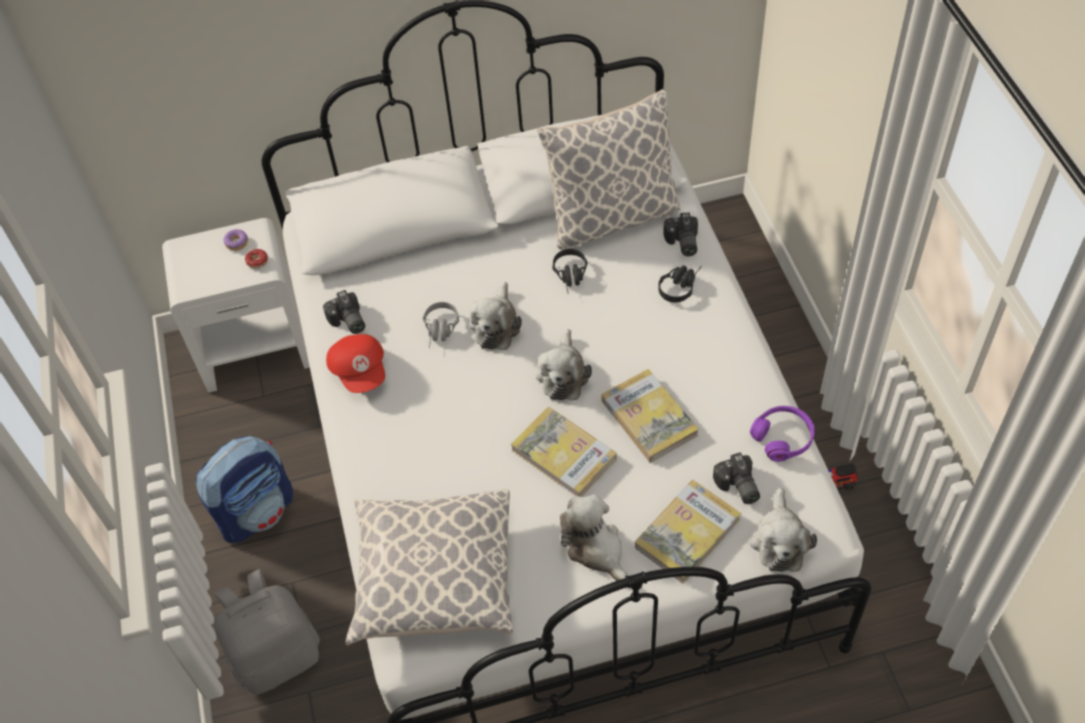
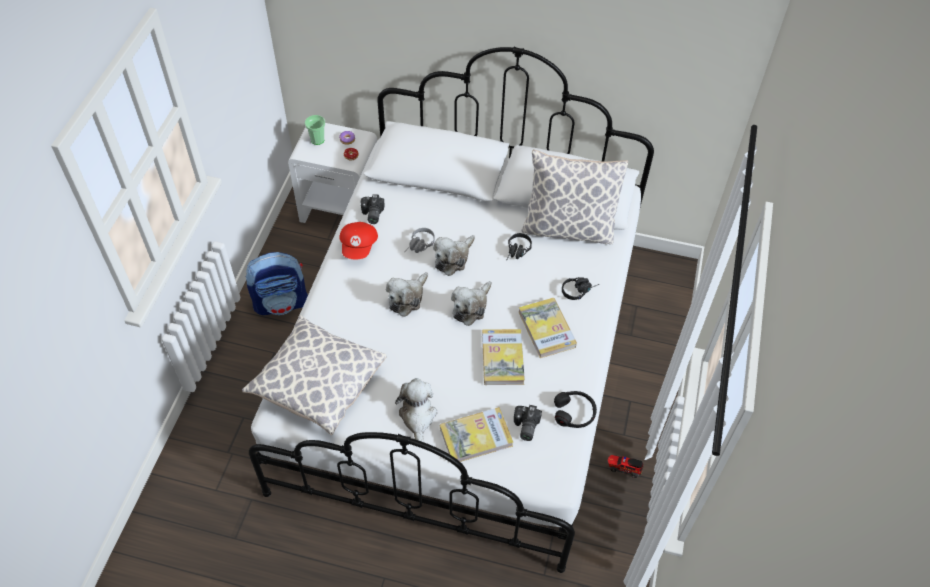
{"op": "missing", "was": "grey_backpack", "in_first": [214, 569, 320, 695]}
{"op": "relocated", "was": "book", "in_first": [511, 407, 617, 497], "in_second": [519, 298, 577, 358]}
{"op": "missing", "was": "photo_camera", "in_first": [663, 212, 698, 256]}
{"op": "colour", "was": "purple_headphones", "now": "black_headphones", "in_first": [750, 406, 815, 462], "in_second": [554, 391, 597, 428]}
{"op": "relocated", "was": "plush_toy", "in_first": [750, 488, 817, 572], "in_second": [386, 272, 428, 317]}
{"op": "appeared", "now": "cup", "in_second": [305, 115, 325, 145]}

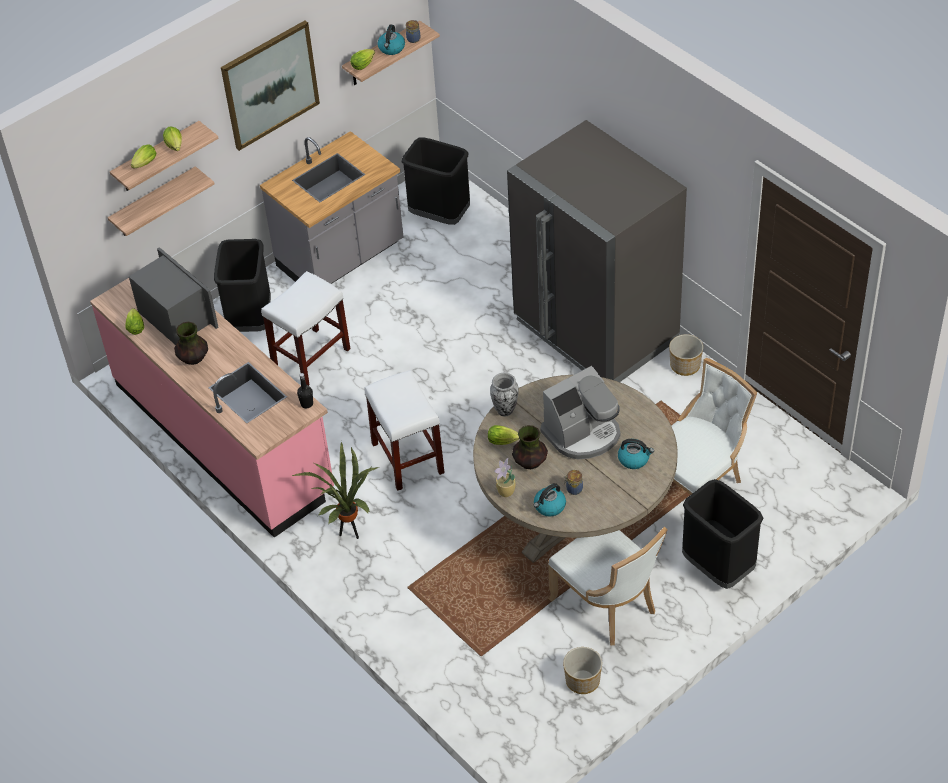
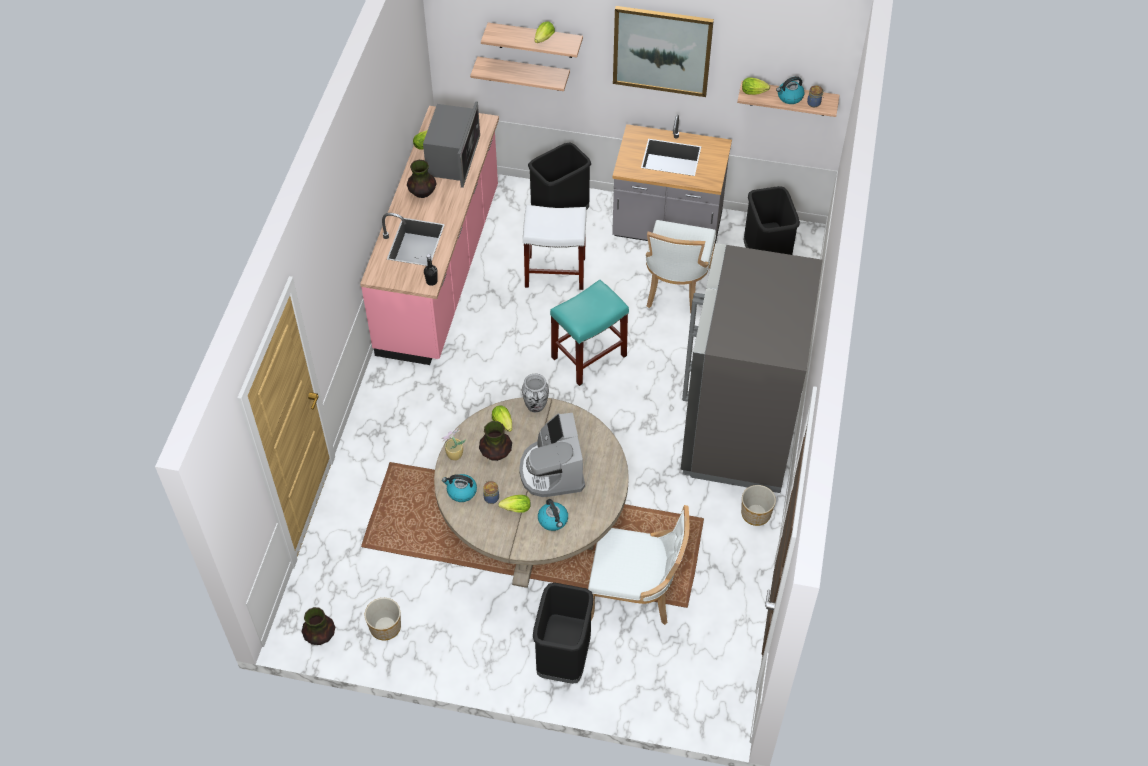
{"op": "relocated", "was": "lettuce", "in_first": [131, 144, 156, 169], "in_second": [498, 495, 531, 513]}
{"op": "missing", "was": "potted_plant", "in_first": [292, 441, 379, 539]}
{"op": "missing", "was": "white_stool", "in_first": [364, 370, 445, 491]}
{"op": "spun", "was": "coffee_machine", "in_first": [540, 366, 621, 459], "in_second": [519, 413, 585, 497], "clockwise": 60}
{"op": "relocated", "was": "white_chair", "in_first": [548, 526, 668, 645], "in_second": [646, 220, 716, 313]}
{"op": "appeared", "now": "vase", "in_second": [302, 607, 335, 645]}
{"op": "appeared", "now": "turquoise_stool", "in_second": [550, 280, 629, 386]}

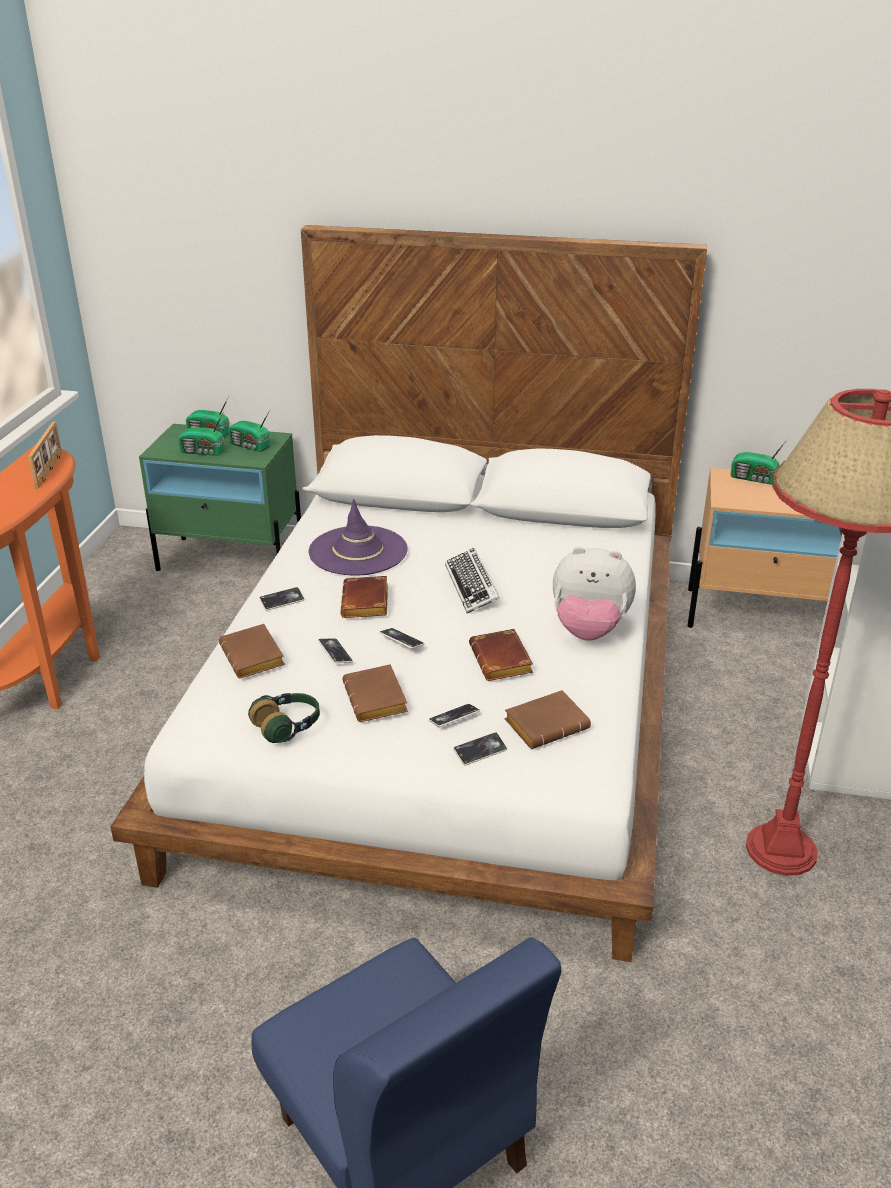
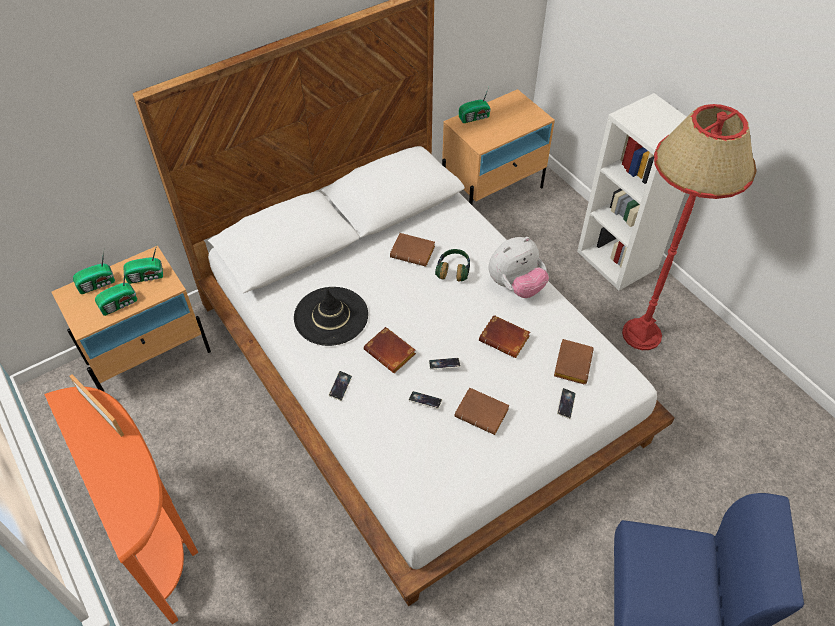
{"op": "colour", "was": "green_nightstand", "now": "beige_nightstand", "in_first": [139, 424, 301, 571], "in_second": [52, 246, 211, 392]}
{"op": "relocated", "was": "brown_book", "in_first": [219, 624, 285, 679], "in_second": [390, 233, 435, 267]}
{"op": "relocated", "was": "headphones", "in_first": [248, 693, 320, 743], "in_second": [435, 249, 470, 282]}
{"op": "colour", "was": "purple_hat", "now": "black_hat", "in_first": [309, 499, 408, 576], "in_second": [294, 287, 368, 346]}
{"op": "missing", "was": "phone", "in_first": [429, 704, 480, 727]}
{"op": "missing", "was": "keyboard", "in_first": [445, 548, 500, 614]}

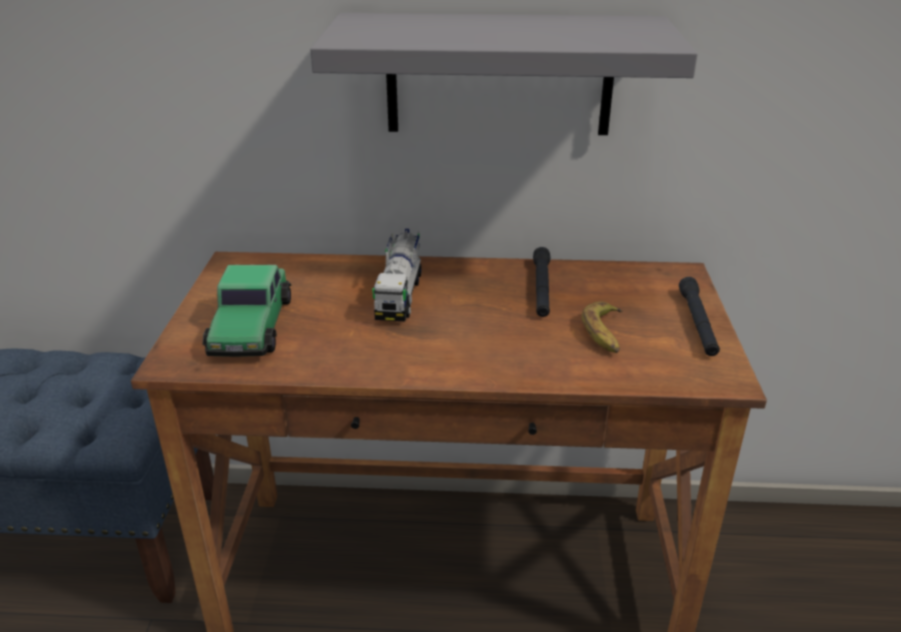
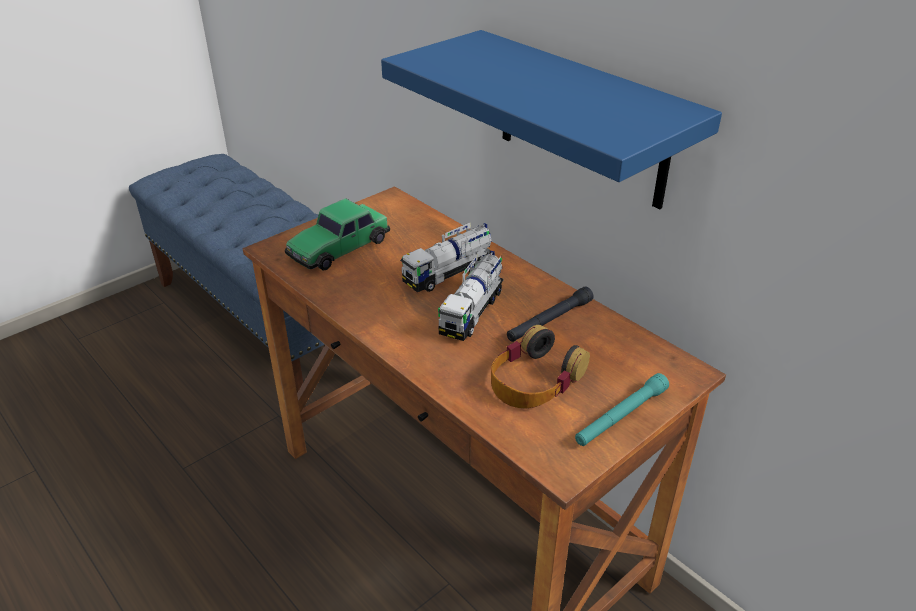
{"op": "colour", "was": "grey_shelf", "now": "blue_shelf", "in_first": [310, 13, 698, 135], "in_second": [381, 30, 722, 209]}
{"op": "exchanged", "was": "banana", "now": "headphones", "in_first": [582, 301, 622, 353], "in_second": [491, 325, 590, 409]}
{"op": "colour", "was": "black_flashlight", "now": "turquoise_flashlight", "in_first": [679, 277, 720, 356], "in_second": [575, 373, 669, 446]}
{"op": "appeared", "now": "toy_truck", "in_second": [438, 251, 504, 341]}

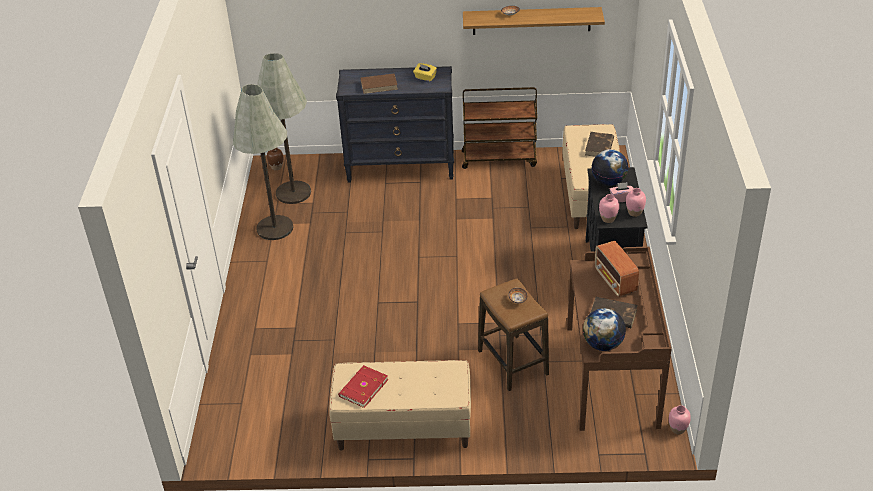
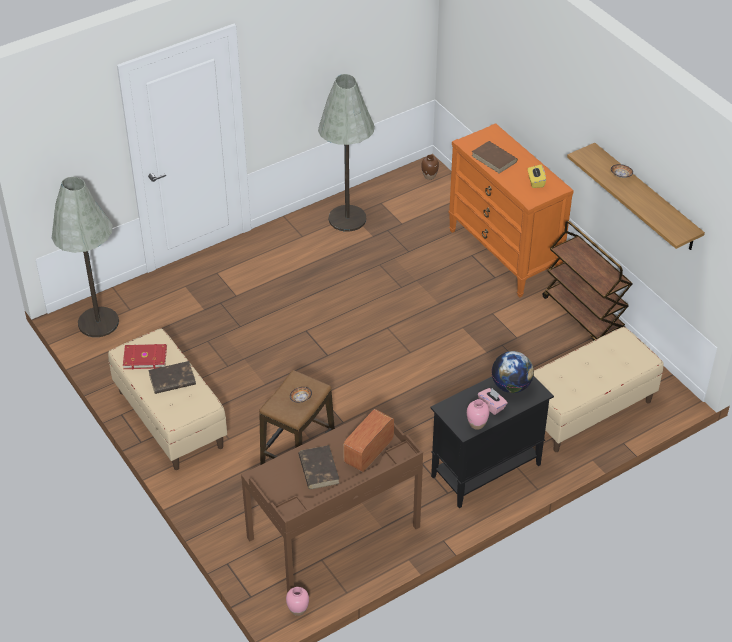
{"op": "relocated", "was": "grey_floor_lamp", "in_first": [257, 53, 311, 204], "in_second": [52, 177, 119, 337]}
{"op": "colour", "was": "black_dresser", "now": "orange_dresser", "in_first": [336, 66, 454, 182], "in_second": [448, 123, 574, 298]}
{"op": "missing", "was": "globe", "in_first": [583, 308, 626, 351]}
{"op": "relocated", "was": "brown_book", "in_first": [585, 132, 614, 157], "in_second": [148, 361, 196, 394]}
{"op": "missing", "was": "pink_vase", "in_first": [599, 194, 619, 223]}

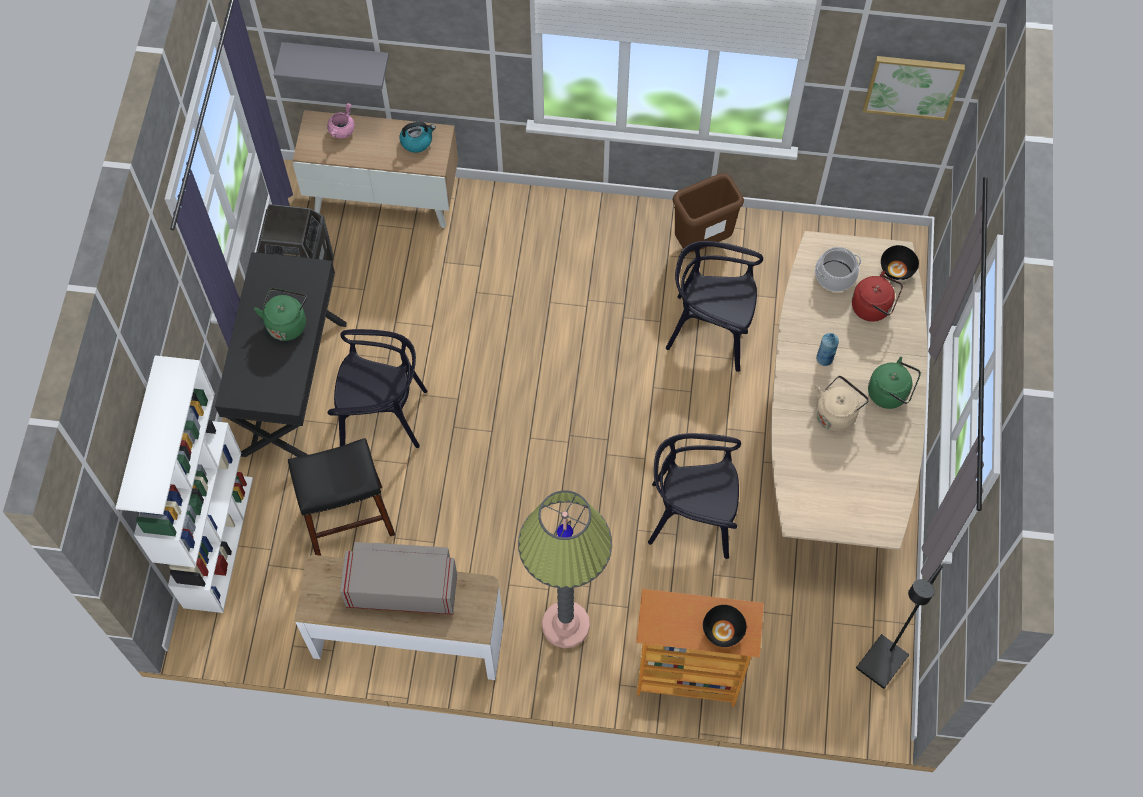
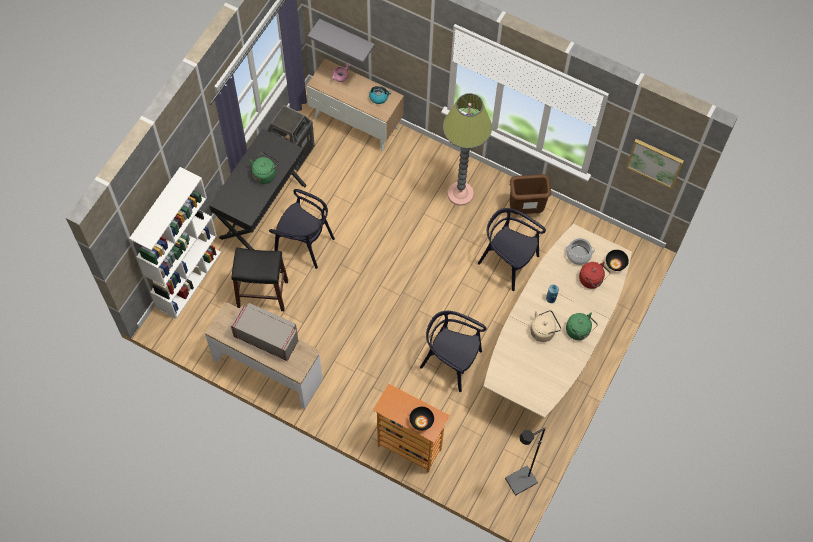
{"op": "relocated", "was": "floor_lamp", "in_first": [518, 490, 612, 648], "in_second": [443, 93, 492, 206]}

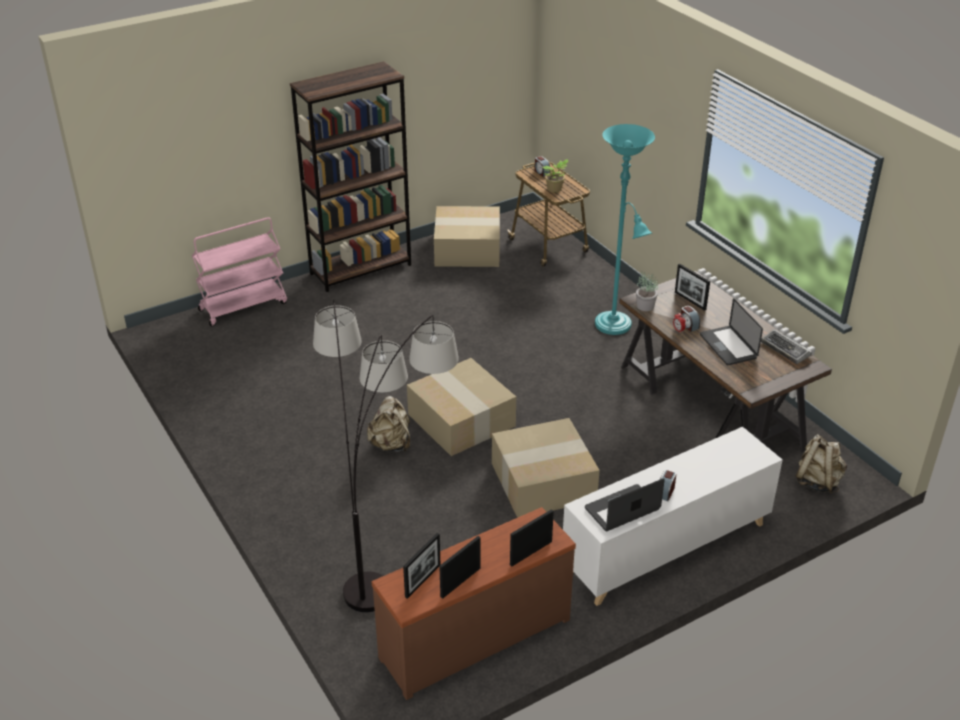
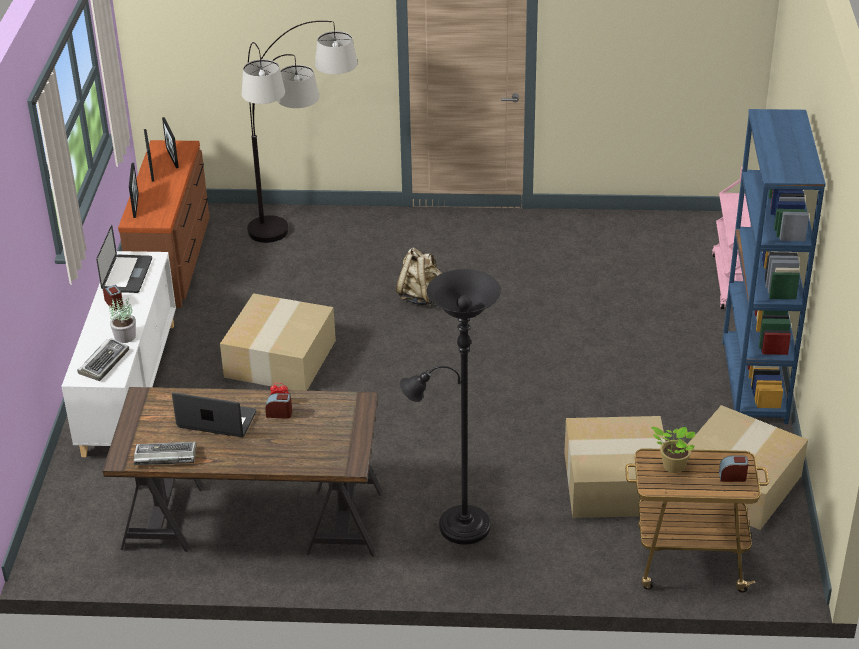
{"op": "colour", "was": "brown_bookcase", "now": "blue_bookcase", "in_first": [290, 61, 411, 292], "in_second": [722, 109, 826, 424]}
{"op": "relocated", "was": "cardboard_box", "in_first": [407, 358, 516, 456], "in_second": [564, 416, 666, 518]}
{"op": "colour", "was": "turquoise_floor_lamp", "now": "black_floor_lamp", "in_first": [595, 124, 655, 335], "in_second": [400, 269, 501, 545]}
{"op": "relocated", "was": "potted_plant", "in_first": [636, 272, 658, 311], "in_second": [109, 296, 136, 343]}
{"op": "missing", "was": "picture_frame", "in_first": [675, 264, 710, 310]}
{"op": "missing", "was": "beige_backpack", "in_first": [796, 434, 847, 494]}
{"op": "appeared", "now": "keyboard", "in_second": [77, 338, 129, 381]}

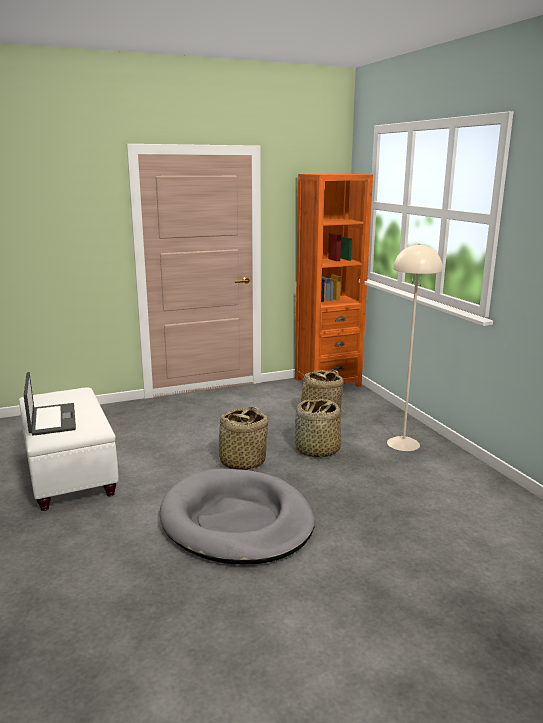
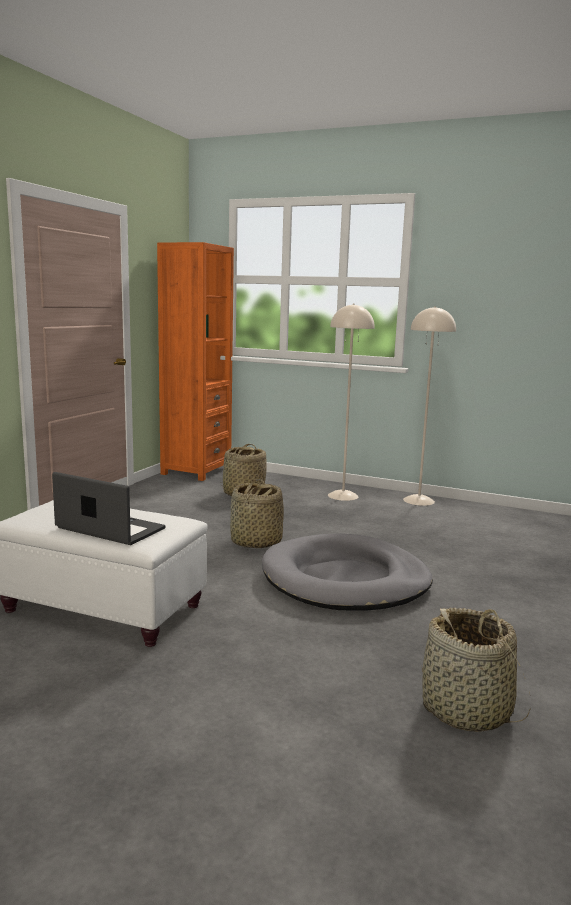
{"op": "relocated", "was": "basket", "in_first": [295, 396, 341, 458], "in_second": [421, 608, 531, 732]}
{"op": "appeared", "now": "beige_floor_lamp", "in_second": [403, 306, 456, 506]}

